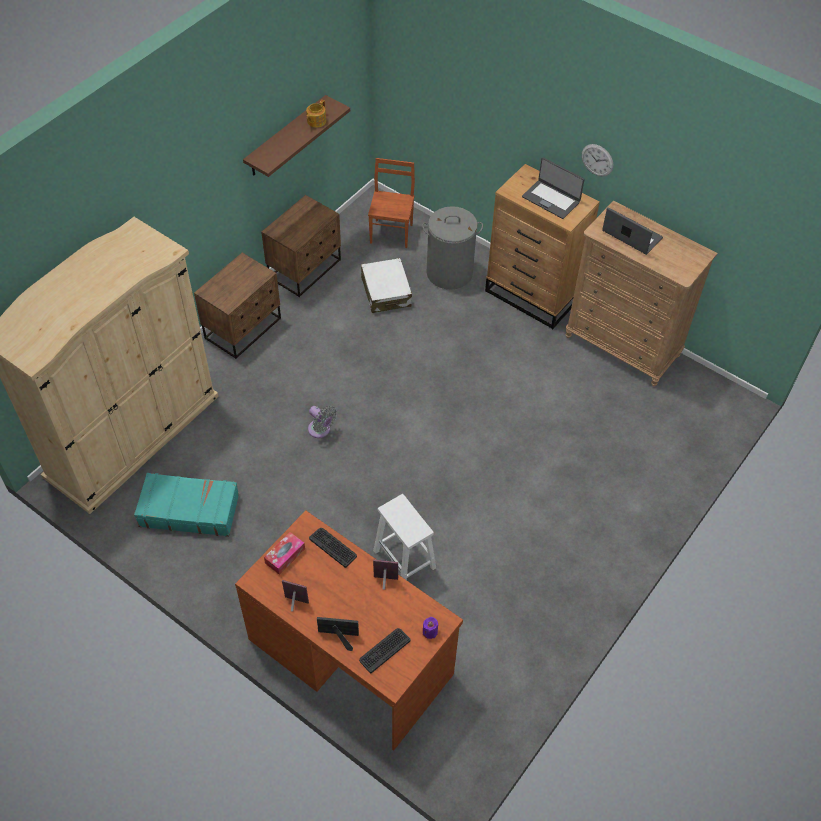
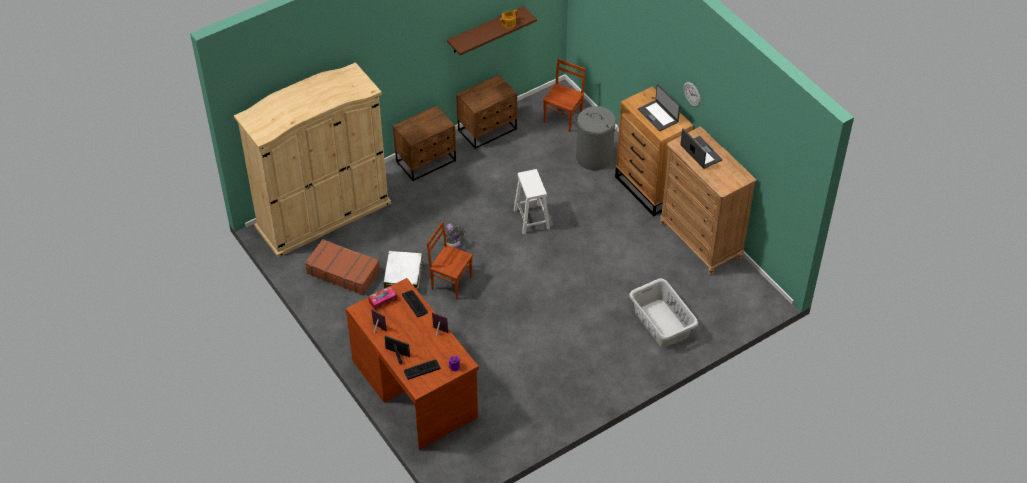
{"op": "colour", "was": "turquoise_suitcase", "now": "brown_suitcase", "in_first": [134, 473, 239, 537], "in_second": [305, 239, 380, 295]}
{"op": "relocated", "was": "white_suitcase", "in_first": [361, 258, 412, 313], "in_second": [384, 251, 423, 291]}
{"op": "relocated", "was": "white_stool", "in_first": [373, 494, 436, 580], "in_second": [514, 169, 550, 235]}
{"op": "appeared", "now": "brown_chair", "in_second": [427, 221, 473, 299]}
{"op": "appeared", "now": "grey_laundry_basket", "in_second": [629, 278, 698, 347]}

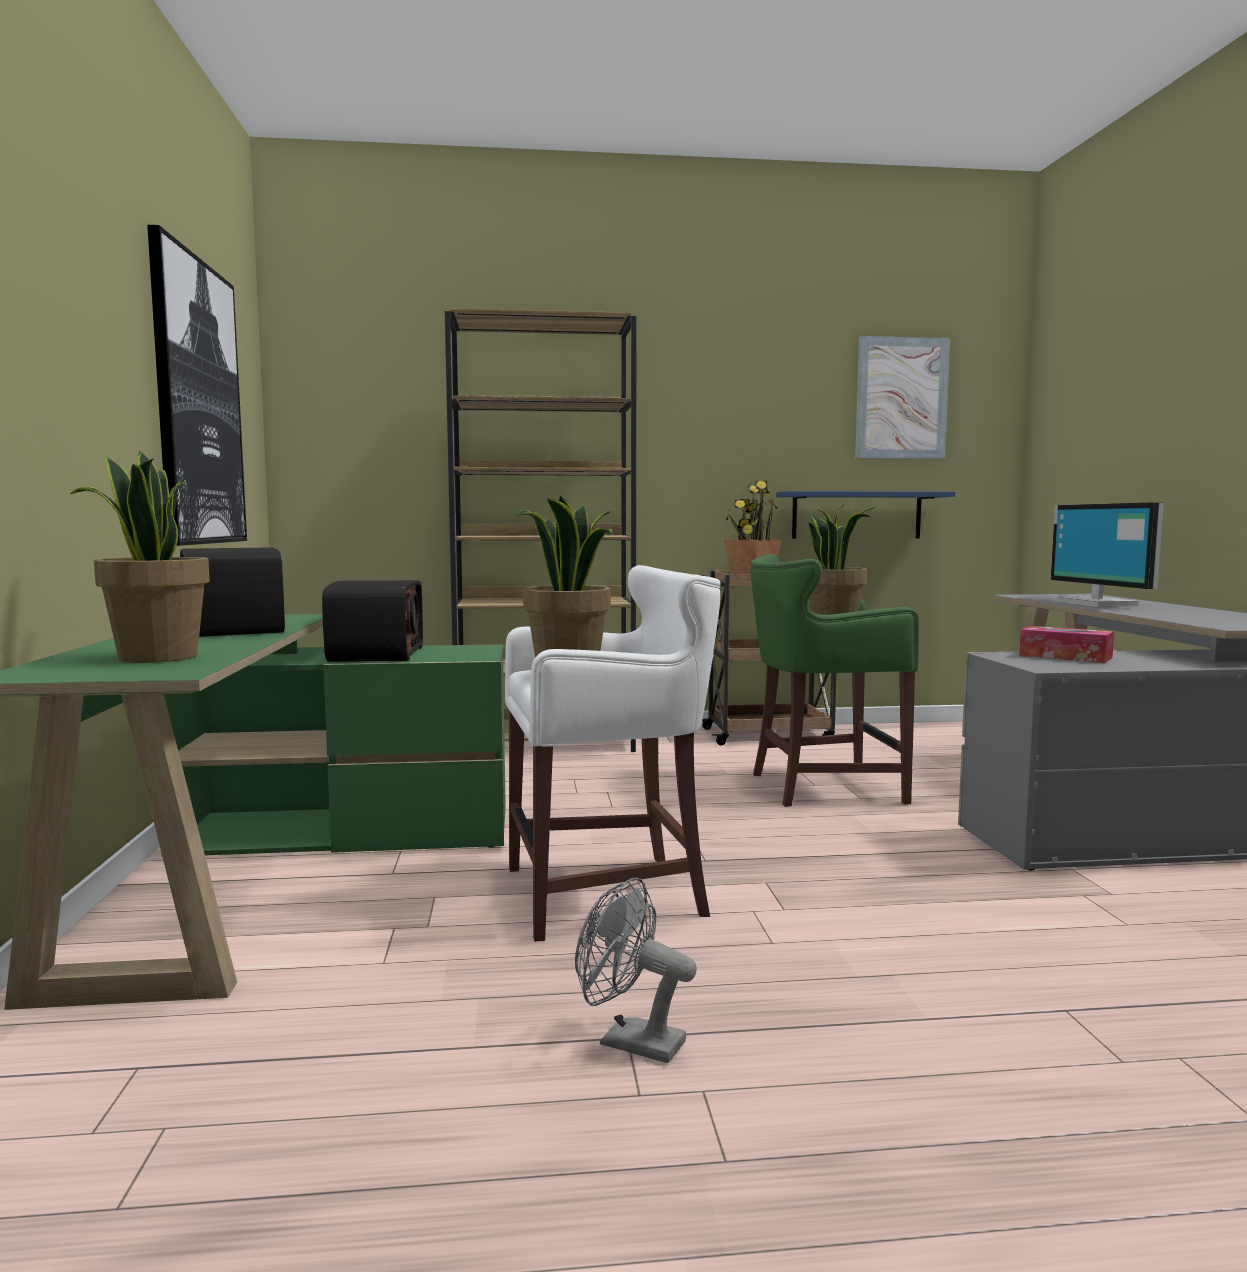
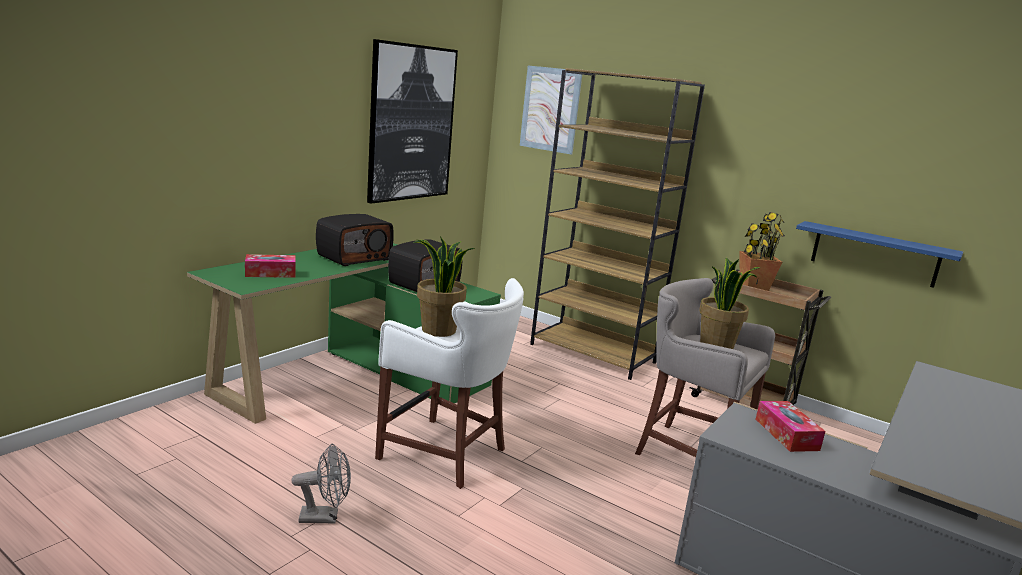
{"op": "exchanged", "was": "potted_plant", "now": "tissue_box", "in_first": [70, 451, 210, 663], "in_second": [245, 254, 296, 278]}
{"op": "spun", "was": "radio", "in_first": [180, 547, 285, 637], "in_second": [316, 214, 393, 266], "clockwise": -150}
{"op": "spun", "was": "grey_fan", "in_first": [575, 877, 697, 1063], "in_second": [291, 444, 351, 524], "clockwise": 105}
{"op": "colour", "was": "green_stool", "now": "grey_stool", "in_first": [750, 554, 919, 807], "in_second": [635, 278, 775, 457]}
{"op": "relocated", "was": "picture", "in_first": [855, 336, 950, 459], "in_second": [520, 65, 582, 155]}
{"op": "missing", "was": "monitor", "in_first": [1051, 502, 1164, 607]}

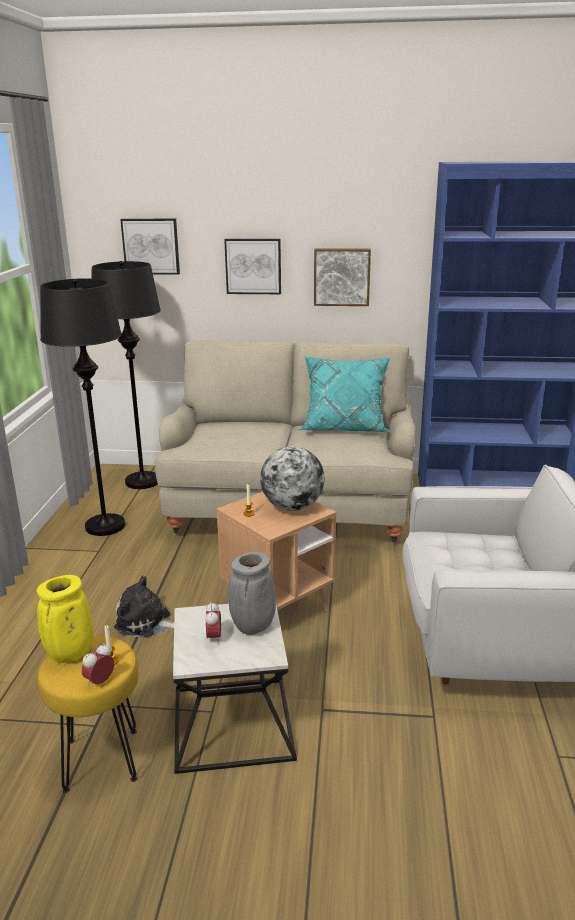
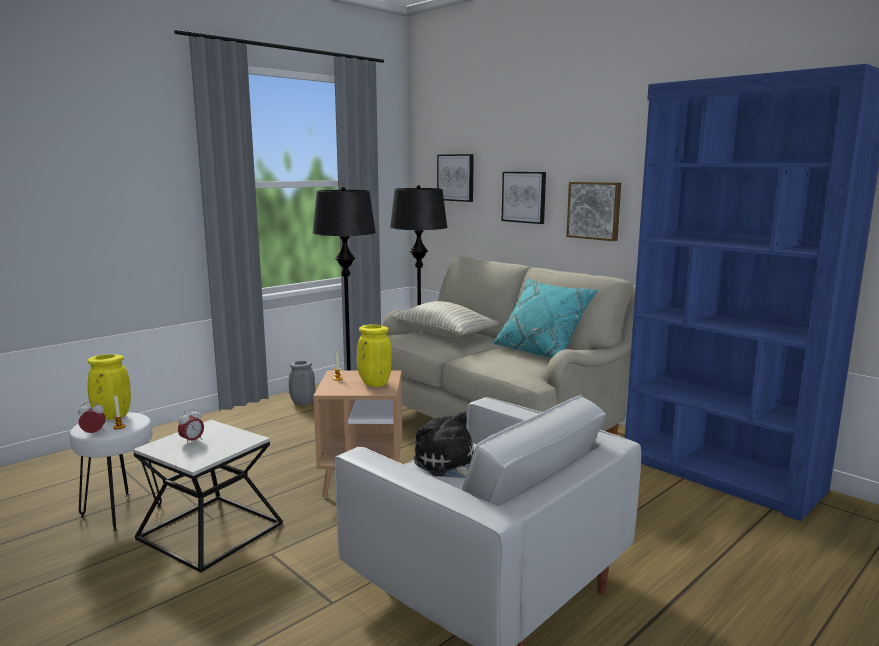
{"op": "colour", "was": "yellow_stool", "now": "white_stool", "in_first": [37, 636, 139, 793], "in_second": [70, 412, 162, 531]}
{"op": "relocated", "was": "plush_toy", "in_first": [114, 576, 174, 638], "in_second": [414, 411, 474, 478]}
{"op": "relocated", "was": "grey_vase", "in_first": [228, 552, 276, 635], "in_second": [289, 361, 315, 405]}
{"op": "exchanged", "was": "globe", "now": "yellow_vase", "in_first": [260, 446, 325, 511], "in_second": [357, 324, 392, 387]}
{"op": "appeared", "now": "pillow", "in_second": [392, 301, 499, 337]}

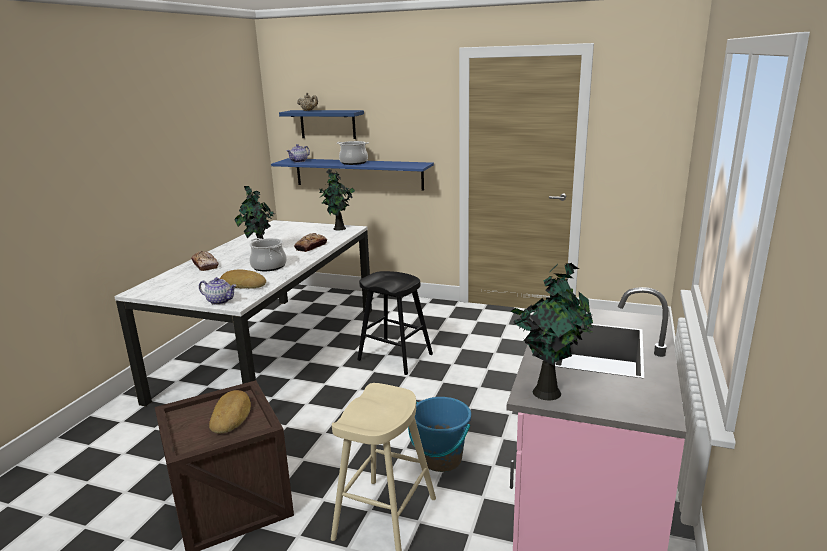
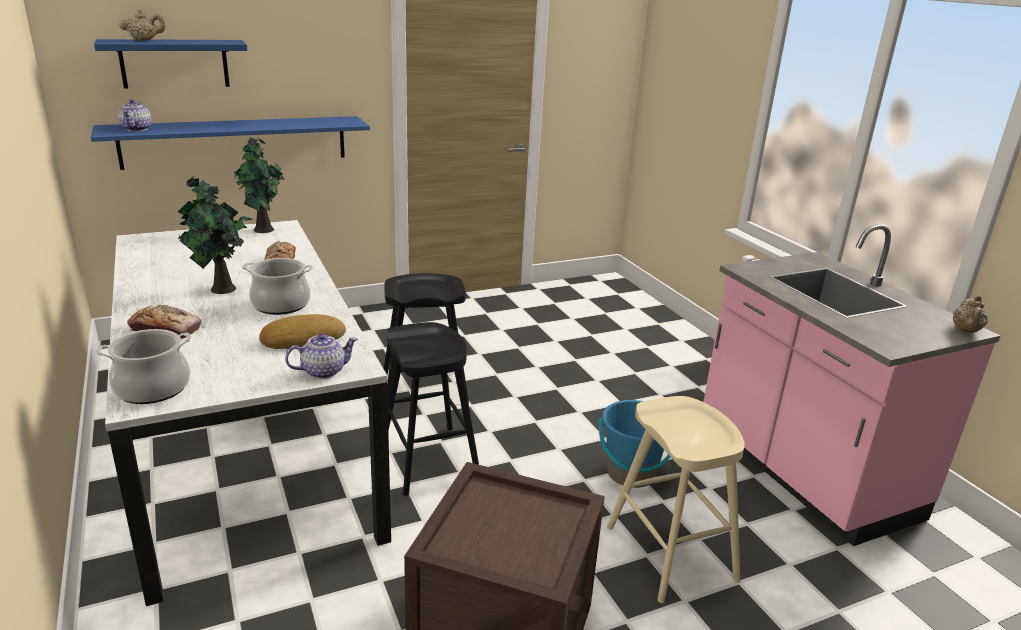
{"op": "missing", "was": "bread", "in_first": [209, 390, 251, 433]}
{"op": "relocated", "was": "cooking_pot", "in_first": [337, 141, 369, 165], "in_second": [95, 329, 191, 404]}
{"op": "missing", "was": "potted_plant", "in_first": [510, 263, 593, 400]}
{"op": "appeared", "now": "black_stool", "in_second": [387, 322, 479, 496]}
{"op": "appeared", "now": "beige_teapot", "in_second": [953, 295, 988, 333]}

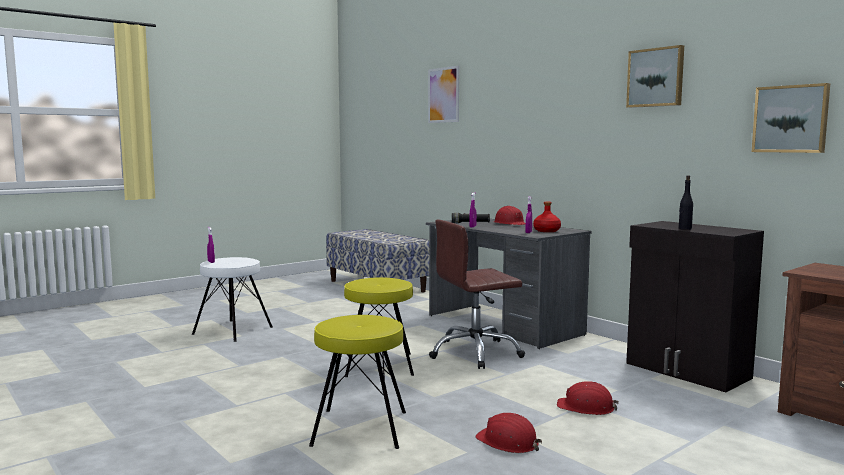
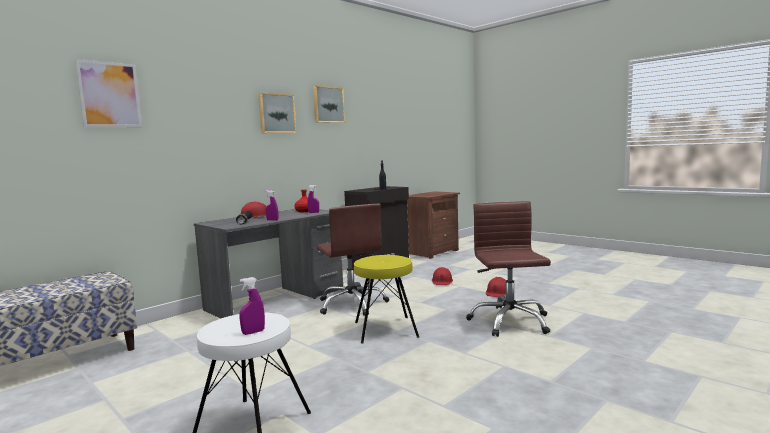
{"op": "exchanged", "was": "yellow_stool", "now": "brown_office_chair", "in_first": [309, 315, 406, 449], "in_second": [466, 201, 551, 337]}
{"op": "relocated", "was": "picture", "in_first": [752, 83, 830, 153], "in_second": [258, 93, 296, 133]}

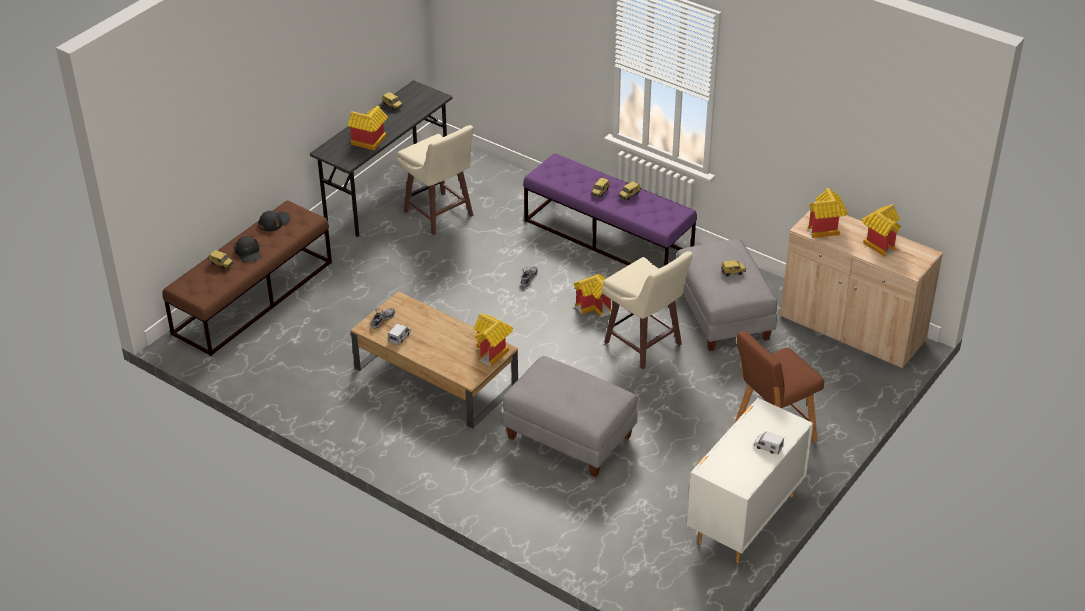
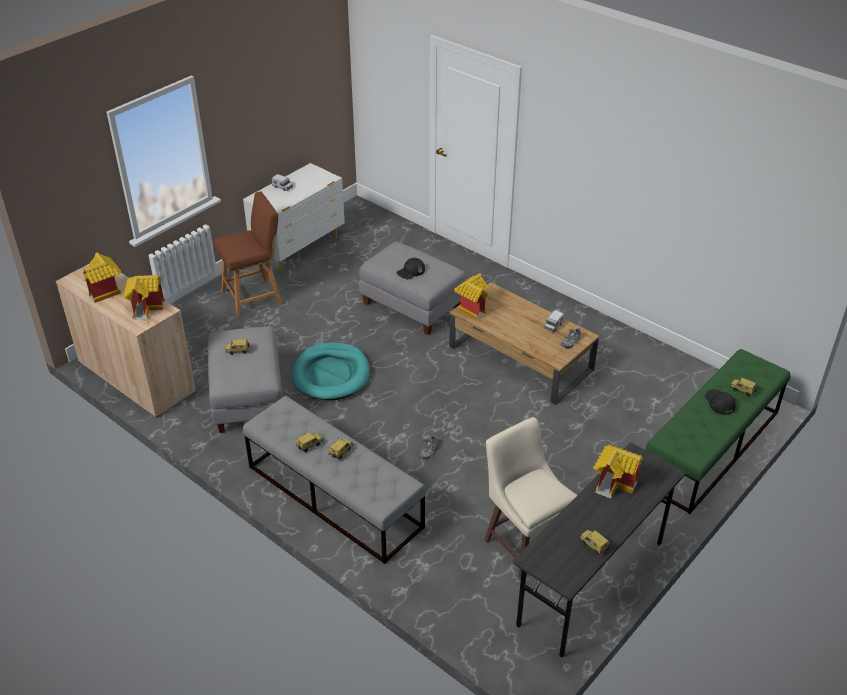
{"op": "colour", "was": "brown_bench", "now": "green_bench", "in_first": [162, 201, 332, 356], "in_second": [645, 349, 790, 514]}
{"op": "relocated", "was": "black_cap", "in_first": [259, 211, 291, 231], "in_second": [396, 258, 425, 279]}
{"op": "colour", "was": "purple_bench", "now": "grey_bench", "in_first": [523, 153, 697, 266], "in_second": [243, 396, 426, 564]}
{"op": "missing", "was": "toy_house", "in_first": [574, 274, 612, 318]}
{"op": "exchanged", "was": "beige_stool", "now": "turquoise_dog_bed", "in_first": [602, 251, 693, 369], "in_second": [292, 343, 370, 400]}

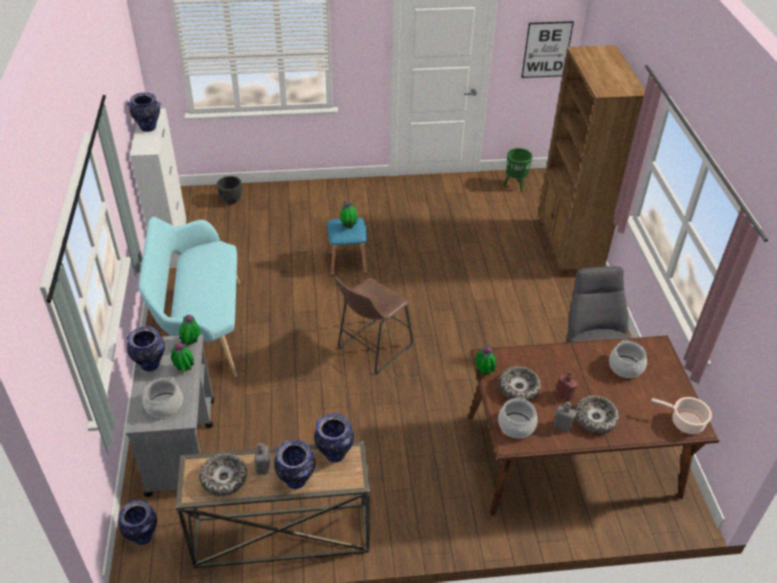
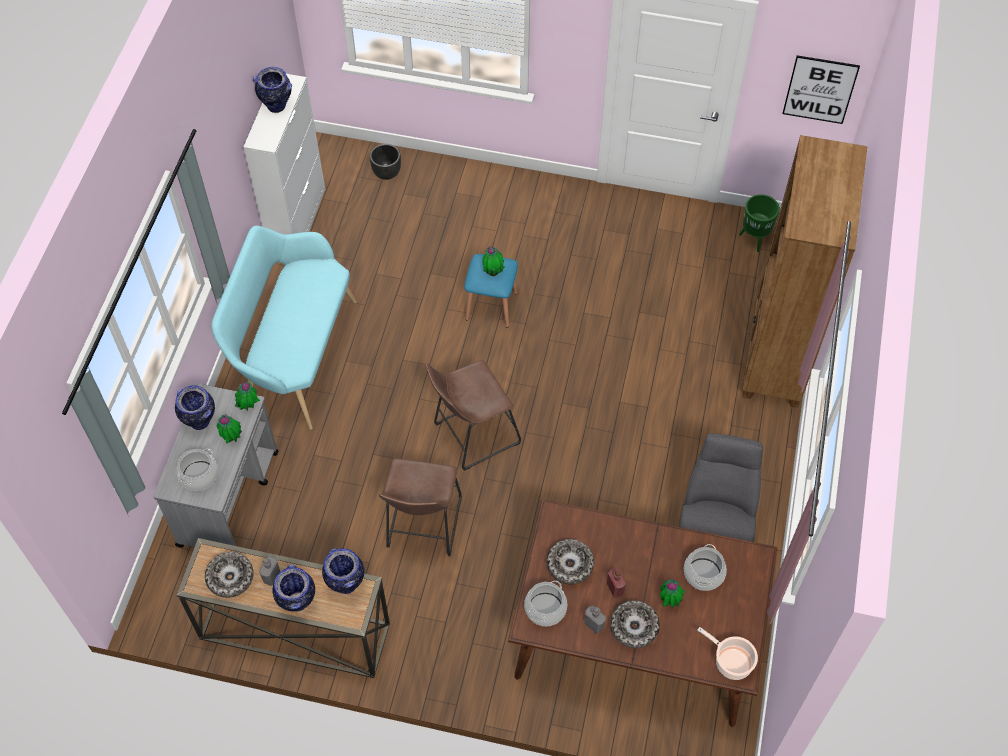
{"op": "missing", "was": "vase", "in_first": [118, 500, 157, 545]}
{"op": "relocated", "was": "potted_plant", "in_first": [475, 345, 496, 375], "in_second": [660, 579, 685, 608]}
{"op": "appeared", "now": "brown_stool", "in_second": [379, 458, 462, 556]}

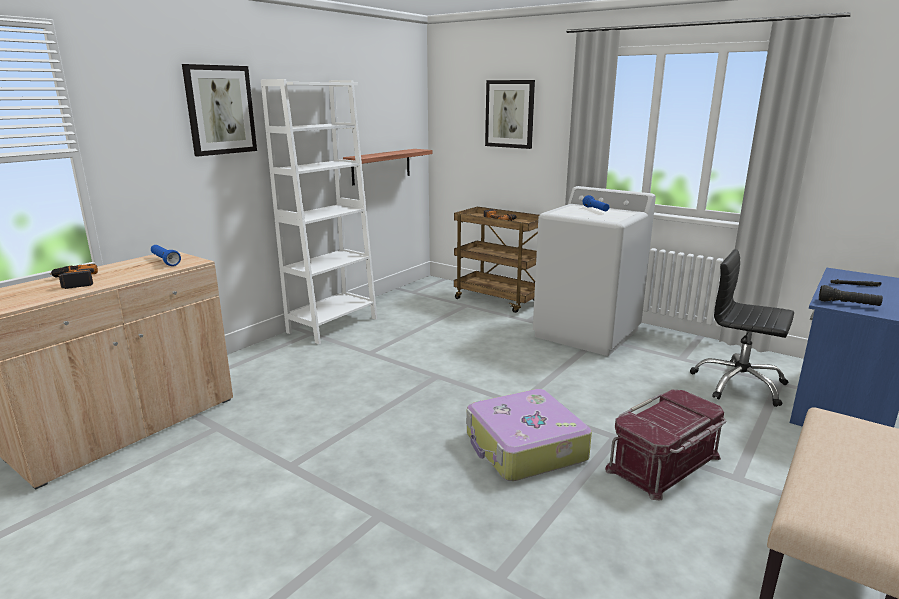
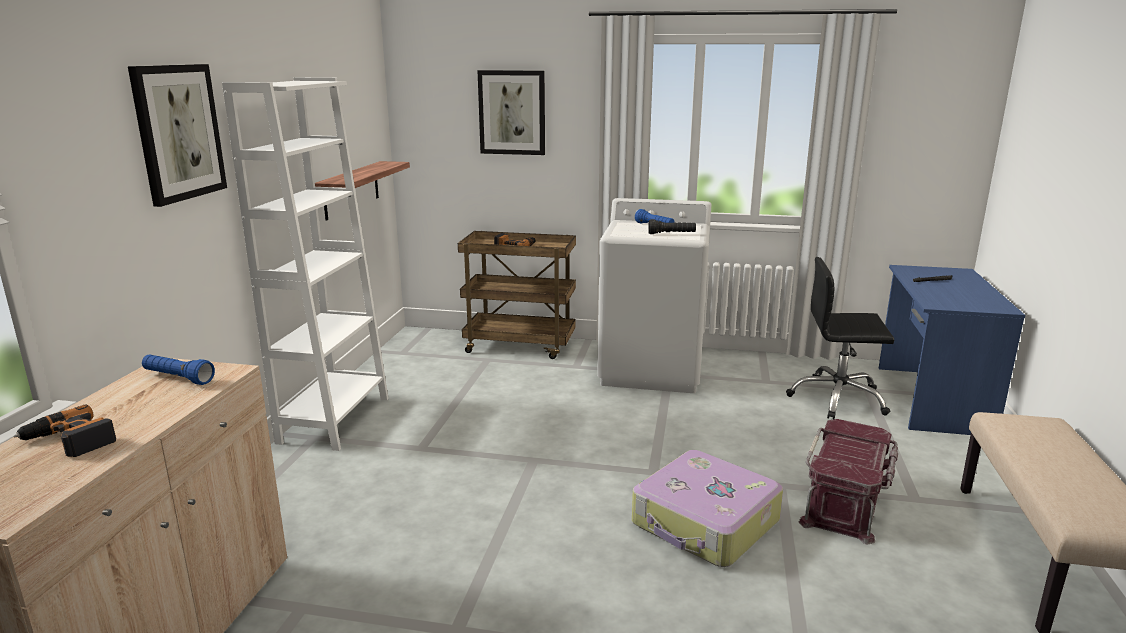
{"op": "relocated", "was": "black_flashlight", "in_first": [819, 285, 883, 306], "in_second": [648, 219, 696, 234]}

